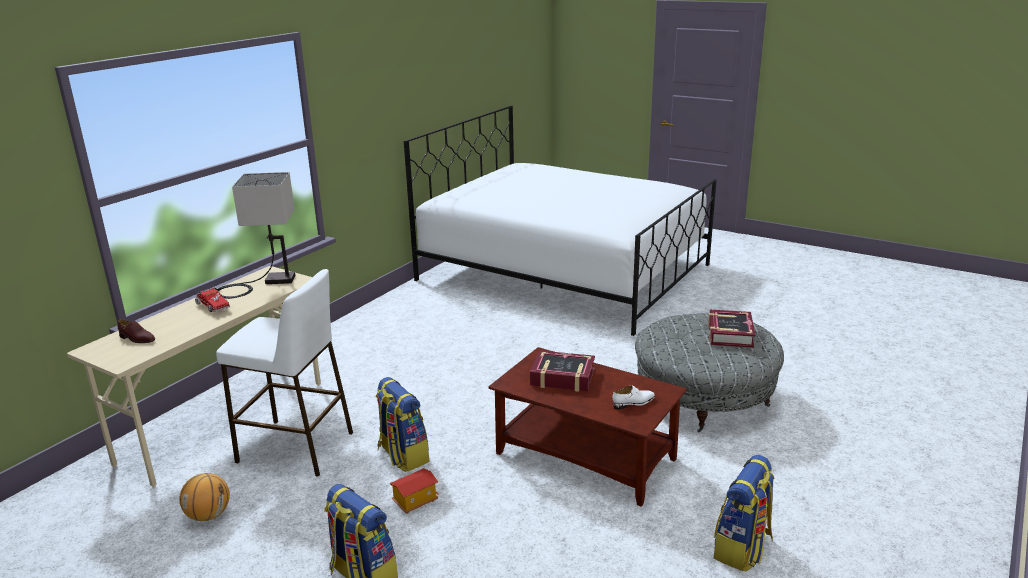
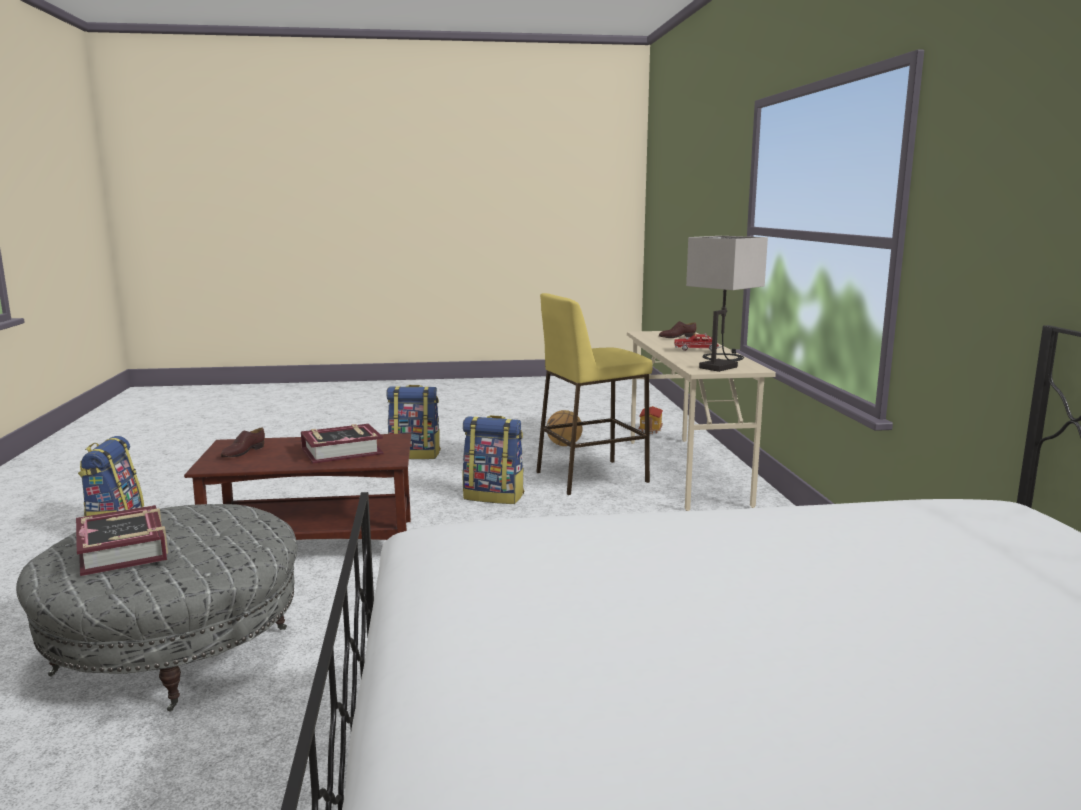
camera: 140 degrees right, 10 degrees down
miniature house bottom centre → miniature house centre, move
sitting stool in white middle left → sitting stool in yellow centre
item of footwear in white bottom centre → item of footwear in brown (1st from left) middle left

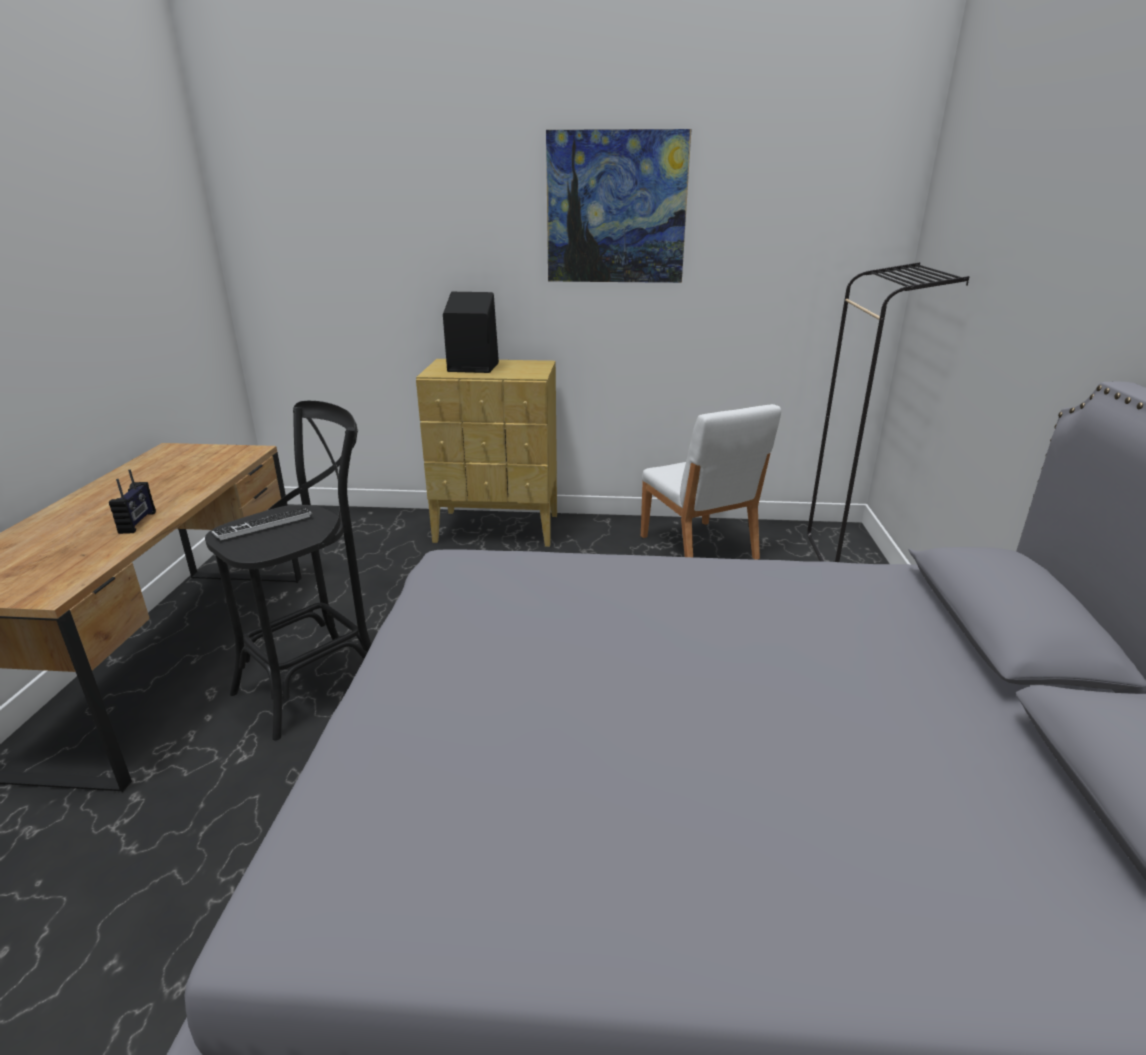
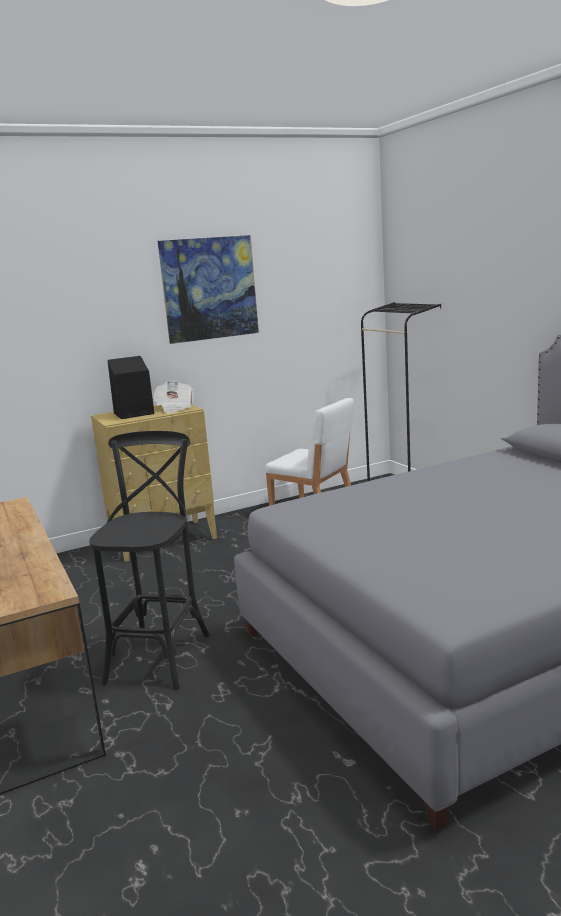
camera: 30 degrees left, 10 degrees down
radio receiver middle left → -
keyboard middle left → -
- → printed paper middle left

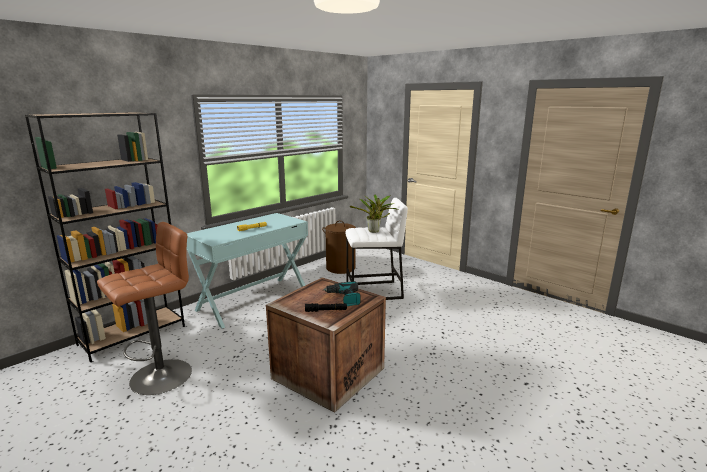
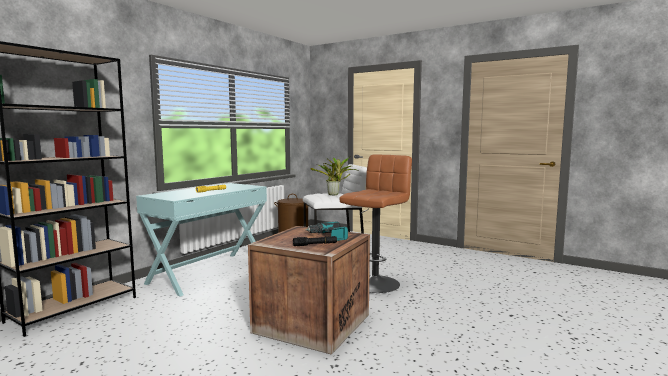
camera: 10 degrees left, 10 degrees down
sitting stool in brown middle left → sitting stool in brown centre, move

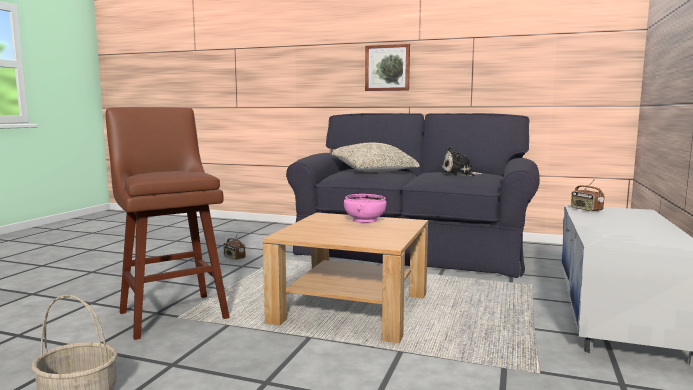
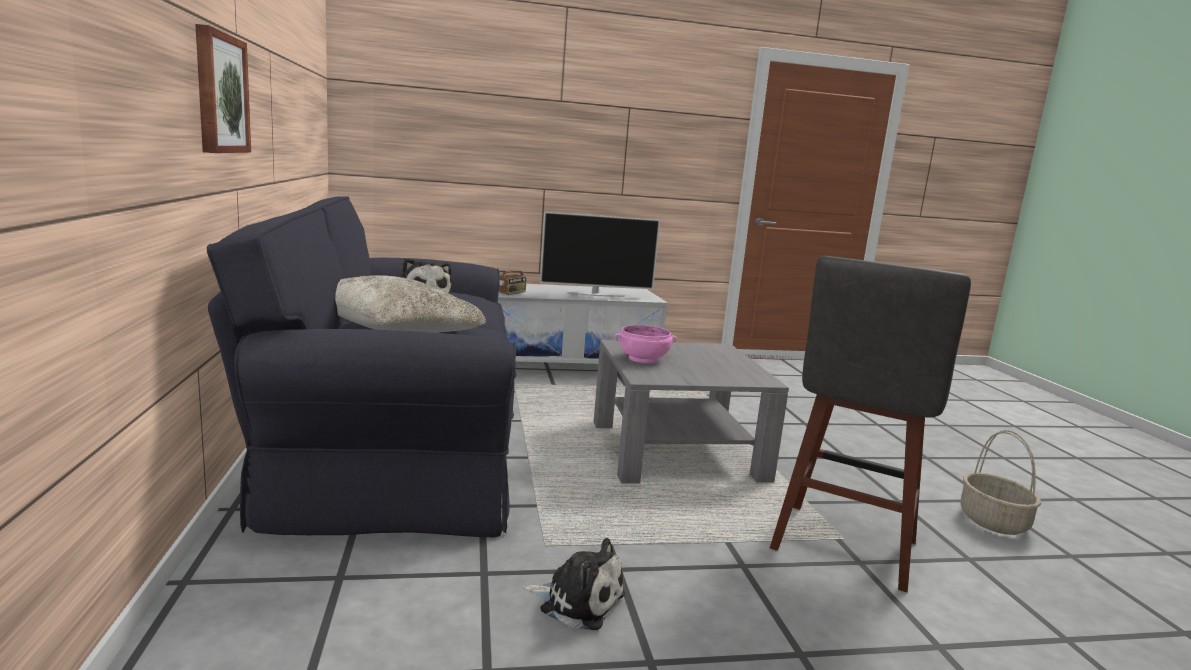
camera: 120 degrees left, 5 degrees up
- → television centre
radio receiver (1st from left) centre → cuddly toy (2nd from left) bottom centre
sitting stool in brown middle left → sitting stool in grey middle right
low table in brown bottom centre → low table in grey centre

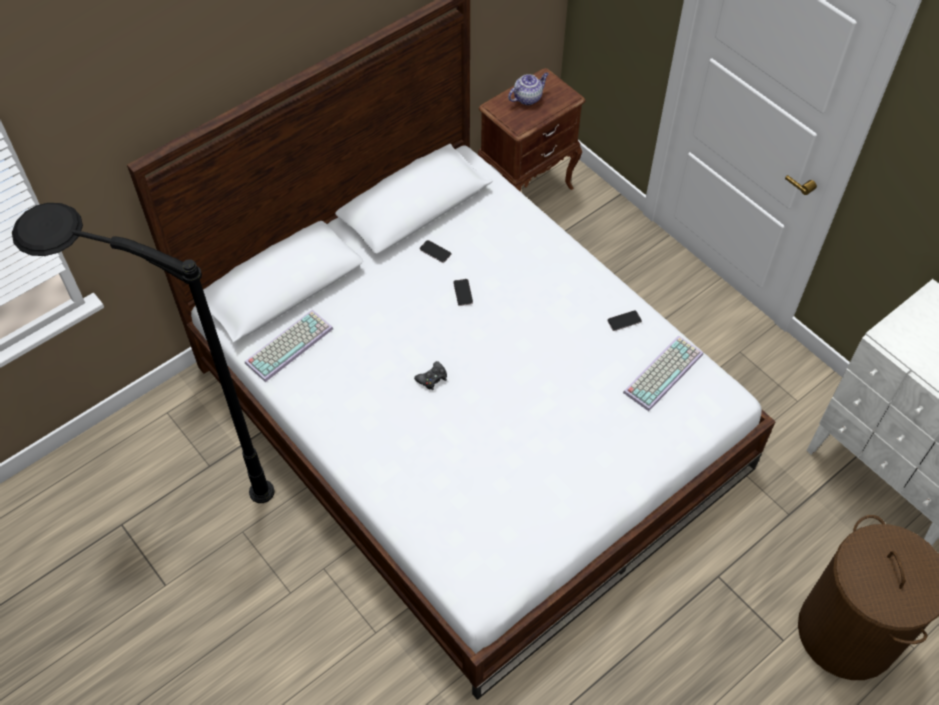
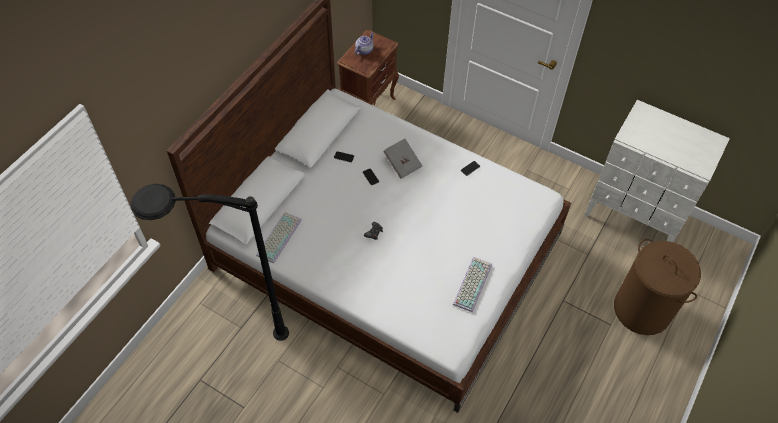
camera: 20 degrees left, 0 degrees up
- → book in grey centre
keyboard (2nd from left) middle right → keyboard (2nd from left) bottom centre, move

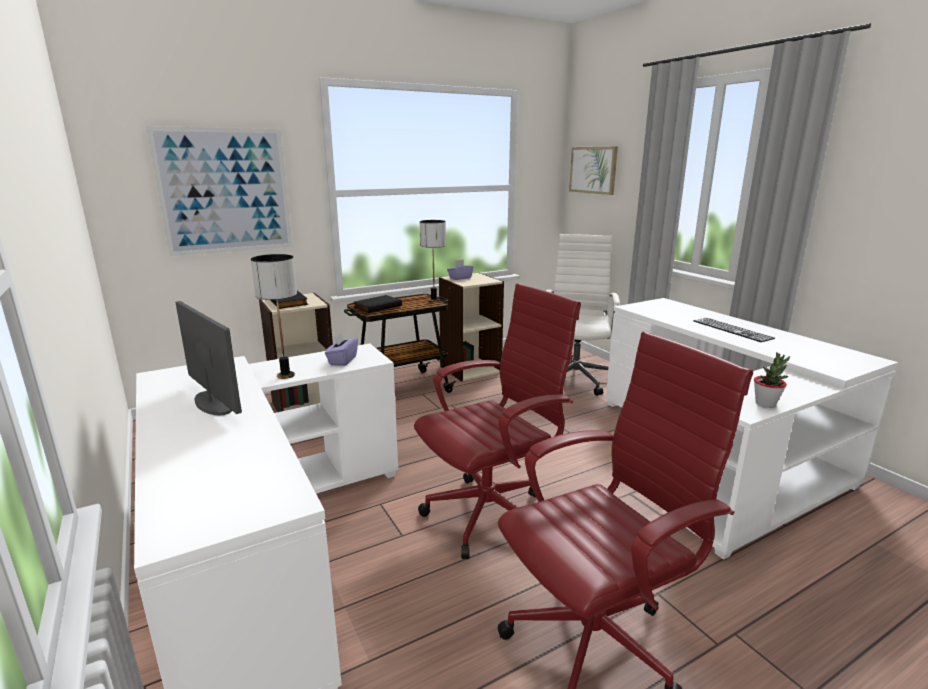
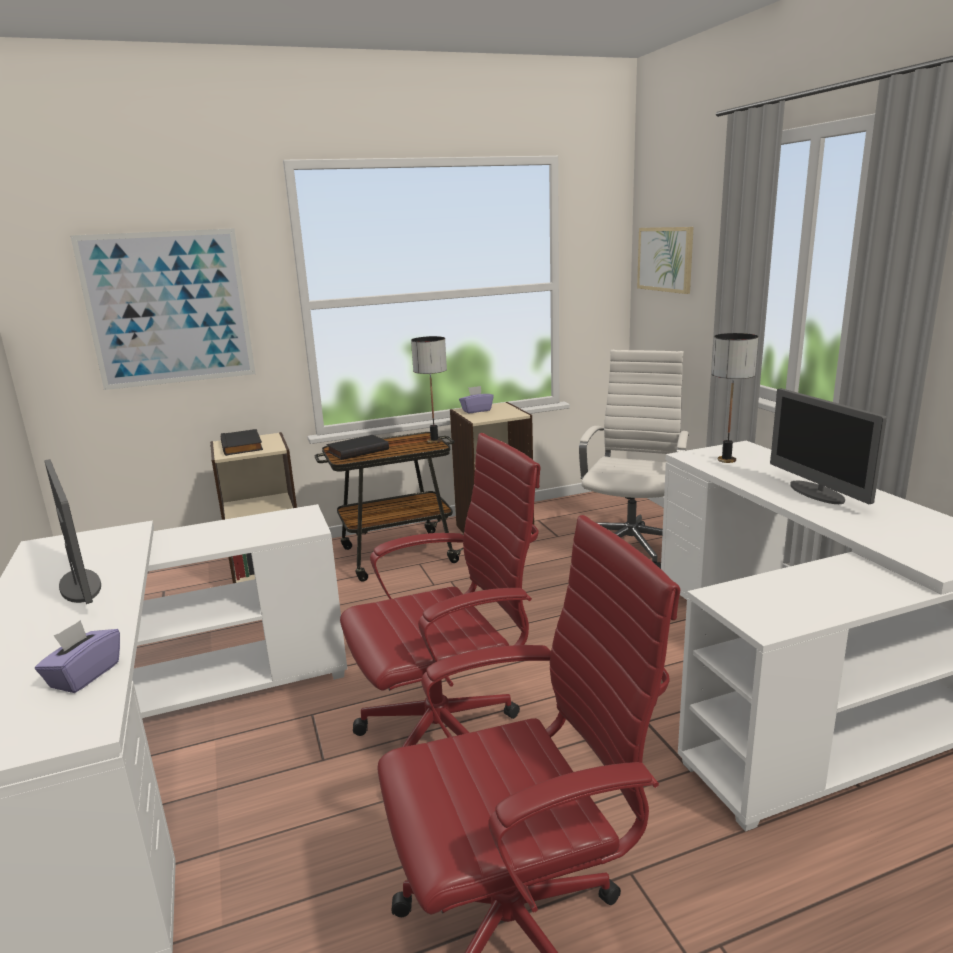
camera: 10 degrees right, 0 degrees up
potted plant middle right → -
table lamp (1st from left in the first image) middle left → table lamp (2nd from left) middle right, move
box of tissues in purple (1st from left) centre → box of tissues in purple (1st from left) bottom left, move
keyboard middle right → computer screen (2nd from left) middle right

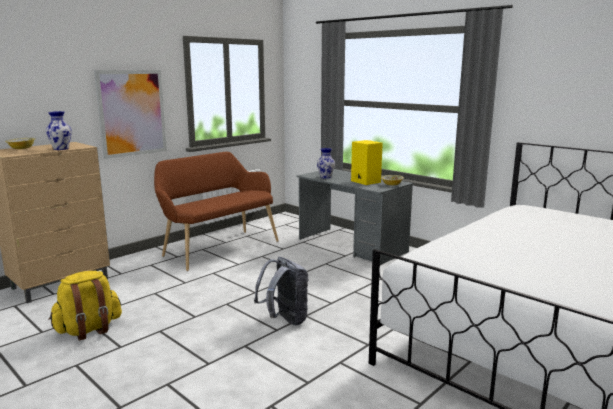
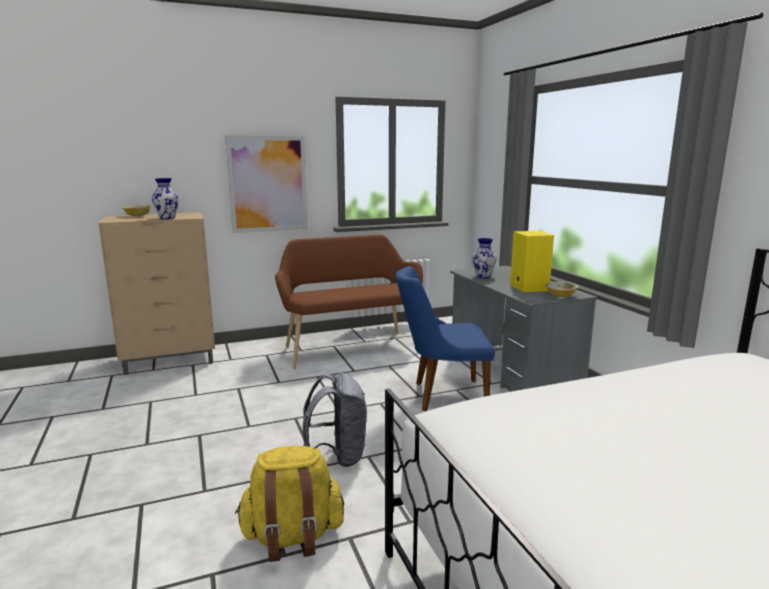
camera: 25 degrees right, 0 degrees up
- → chair in blue-coloured centre
rucksack in yellow bottom left → rucksack in yellow bottom centre, move

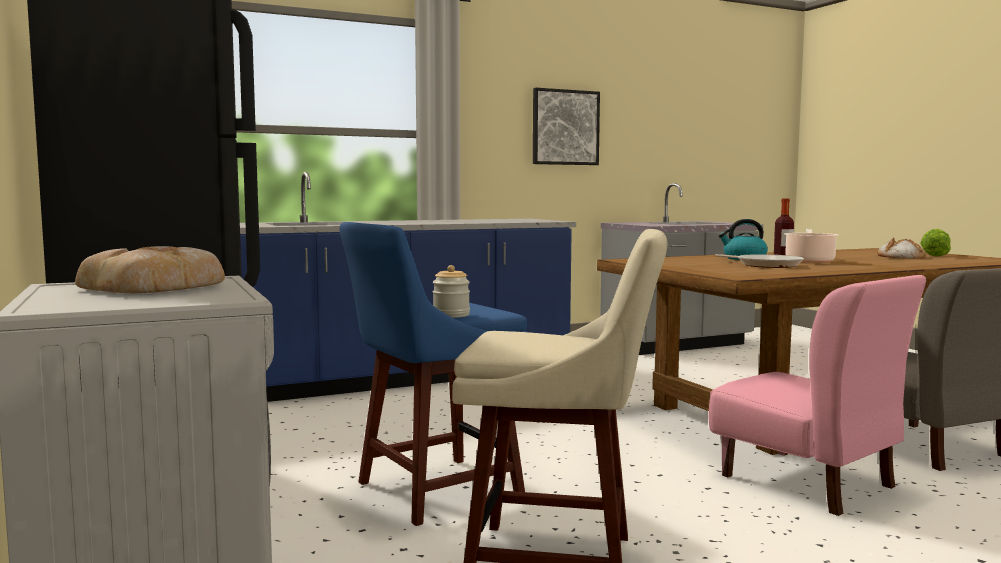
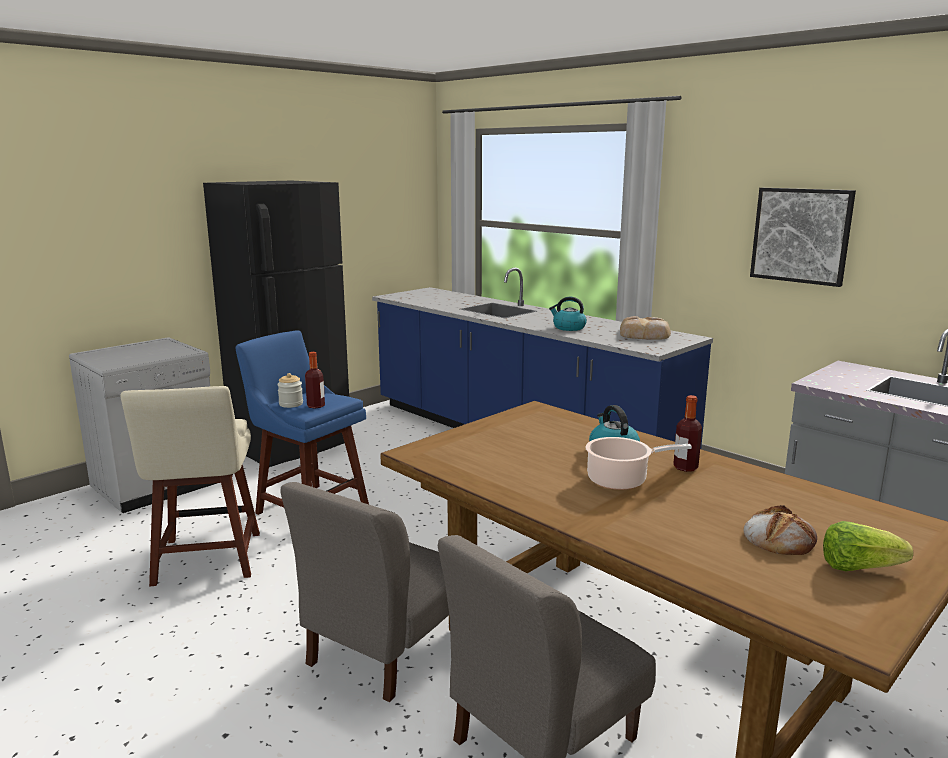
camera: 70 degrees right, 10 degrees up
pan middle right → -
- → bottle (1st from left) middle left
- → water kettle (1st from left) centre
bread (1st from left) middle left → bread (1st from left) middle right, move
chair in pinkish bottom right → chair in grey (1st from left) bottom centre

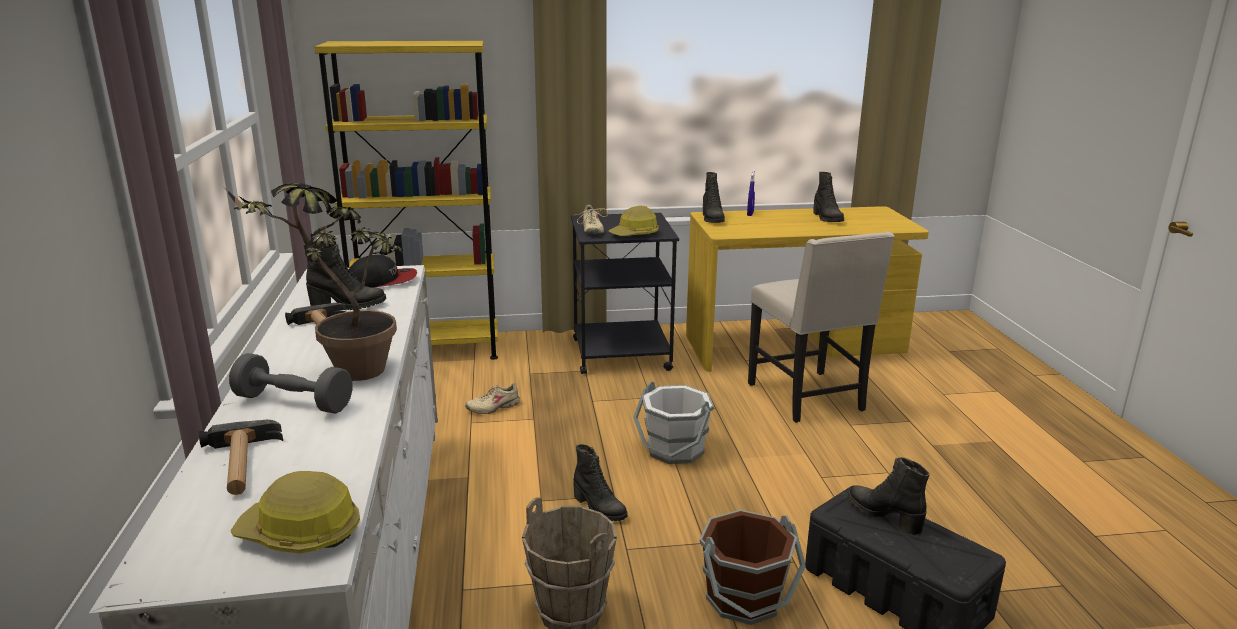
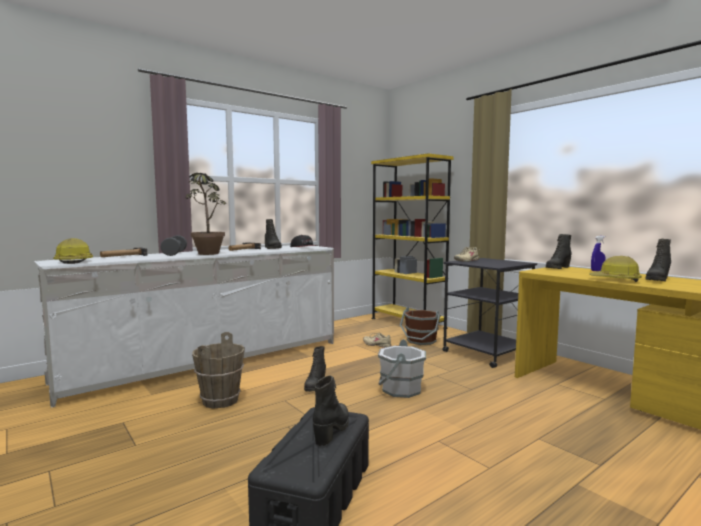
camera: 60 degrees right, 15 degrees down
chair in beige centre → -
hard hat (2nd from left) centre → hard hat (2nd from left) middle right, move
pail in brown (2nd from left) bottom centre → pail in brown (2nd from left) centre, move

